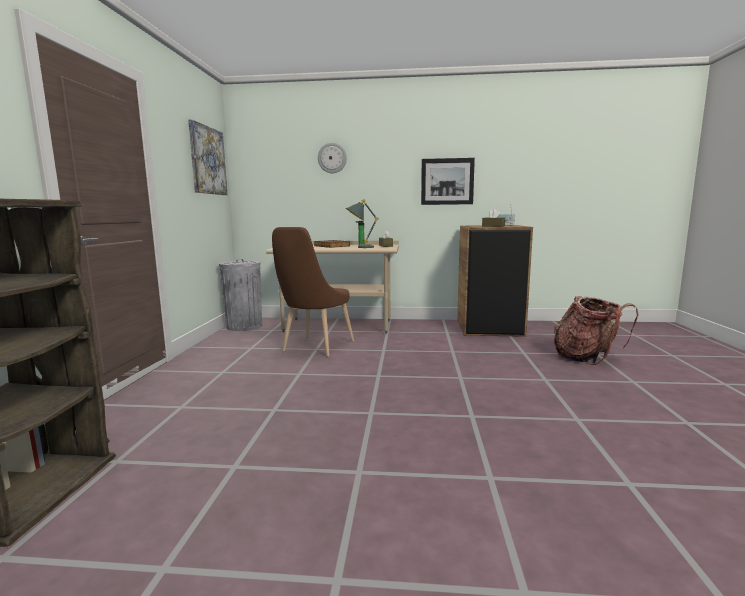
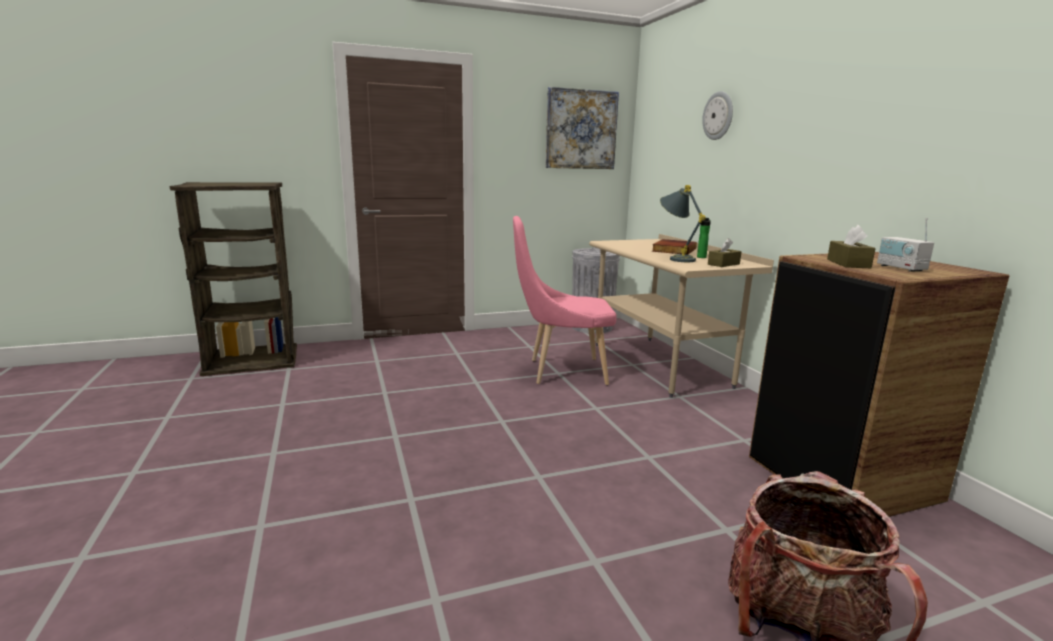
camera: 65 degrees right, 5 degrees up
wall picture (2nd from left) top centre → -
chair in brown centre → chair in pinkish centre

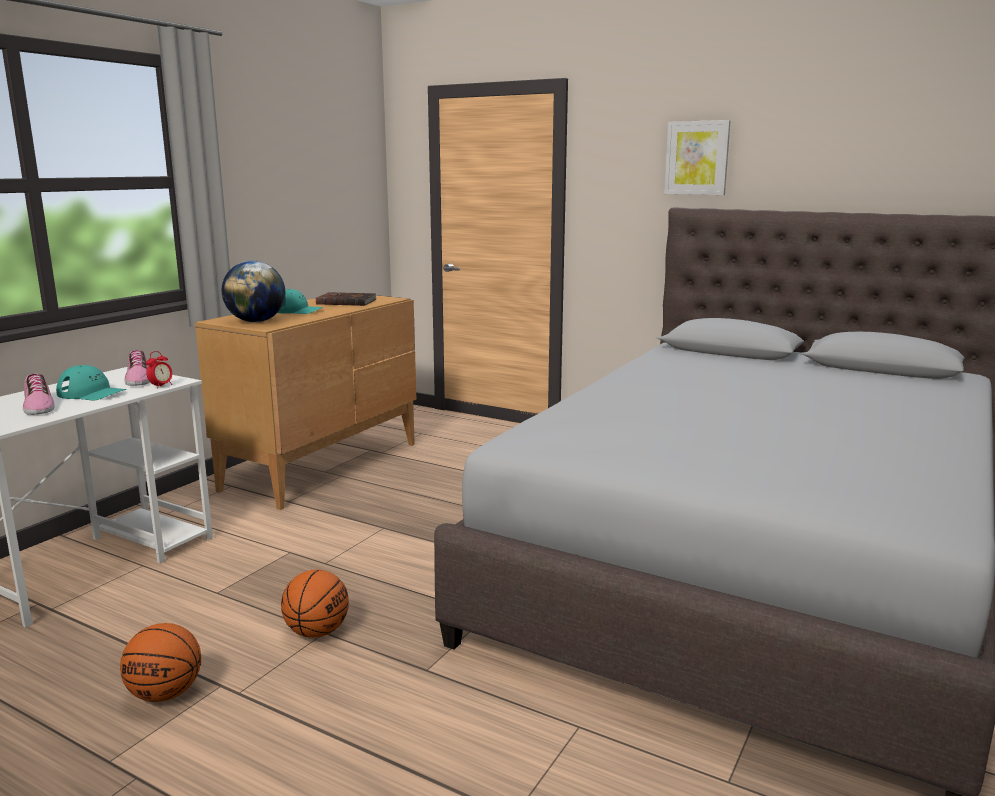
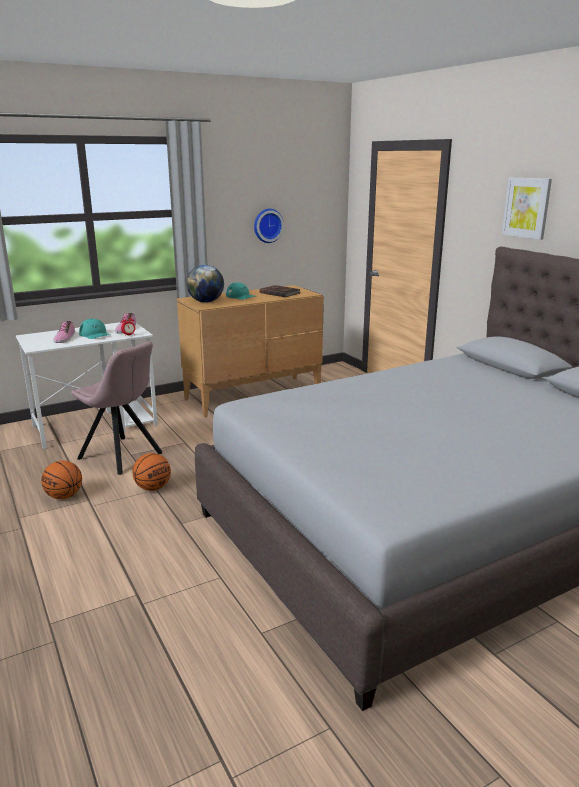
camera: 30 degrees right, 5 degrees up
- → chair in pinkish middle left
- → hanging clock top centre

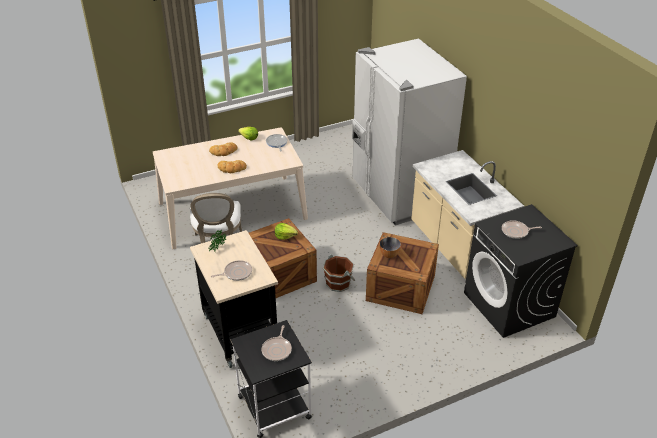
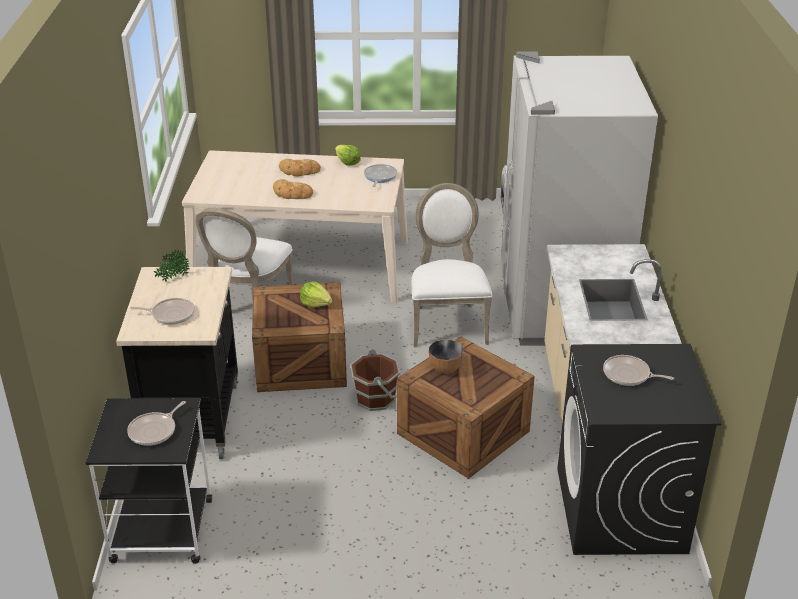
camera: 25 degrees right, 5 degrees down
- → chair in white (2nd from left) centre

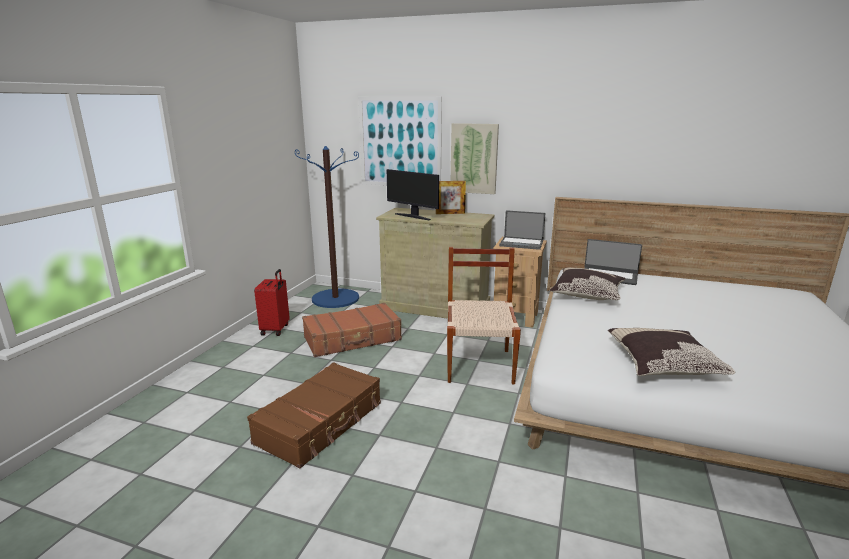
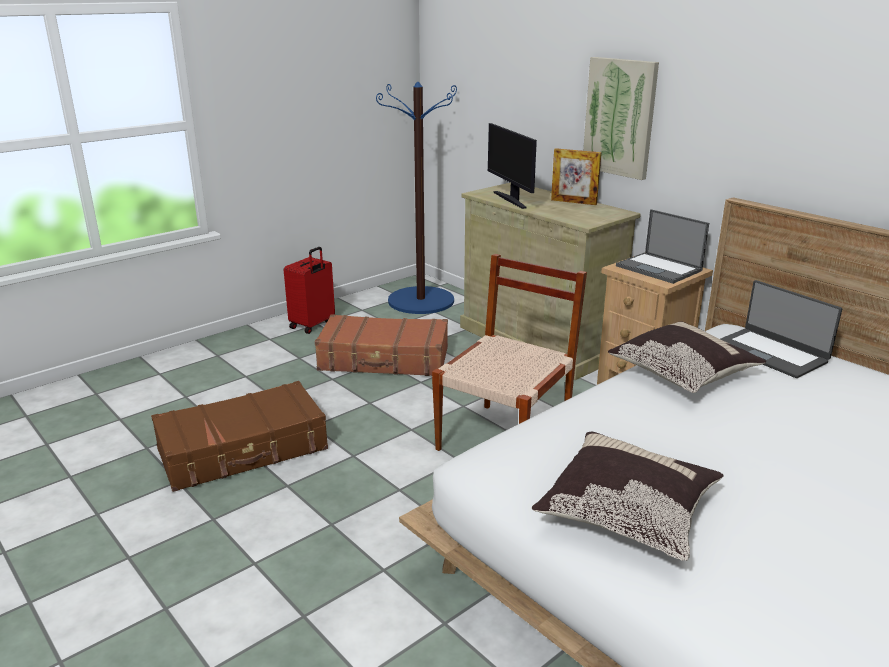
camera: 30 degrees right, 5 degrees up
wall picture (1st from left) top centre → -

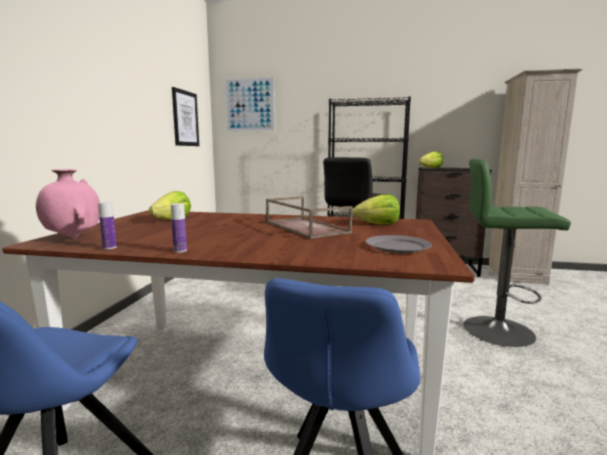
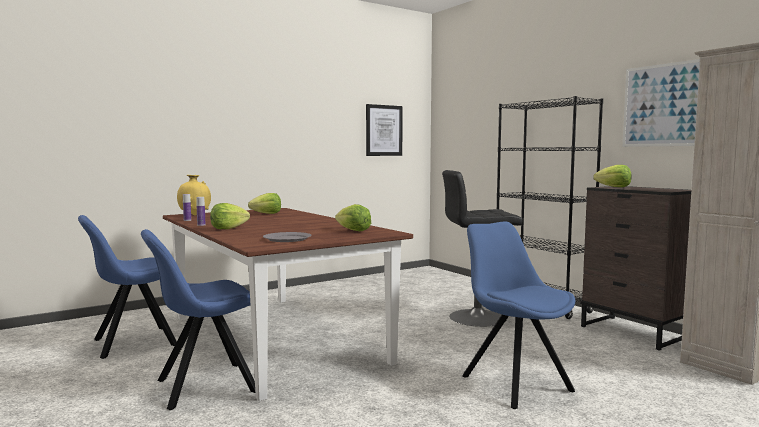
camera: 45 degrees right, 5 degrees down
carrying tray in brown centre → -
- → head of lettuce (1st from left) middle left
wall picture (2nd from left) top centre → wall picture (2nd from left) top right, move
sitting stool in greenish middle right → chair in blue-coloured (3rd from left) bottom right
decorative vase in pinkish middle left → decorative vase in yellow middle left

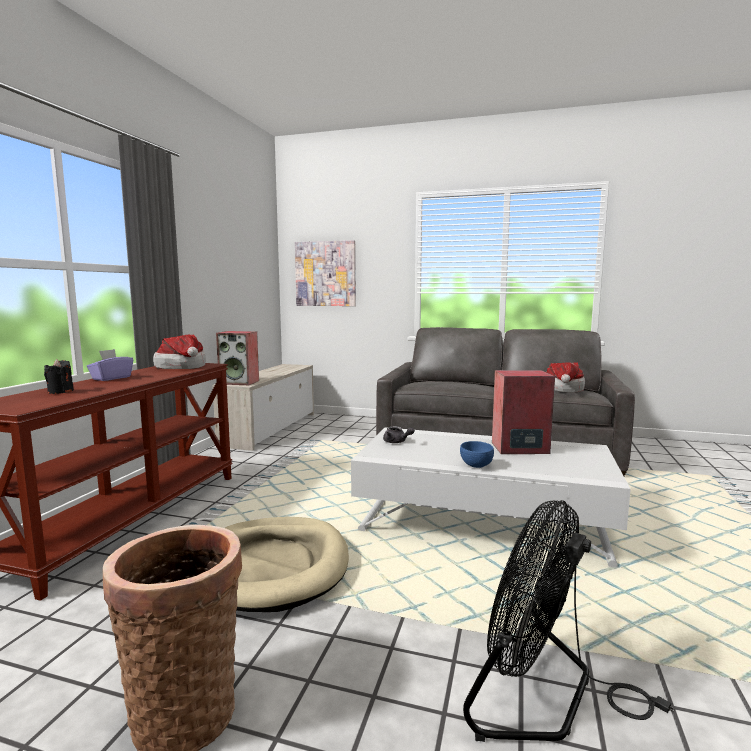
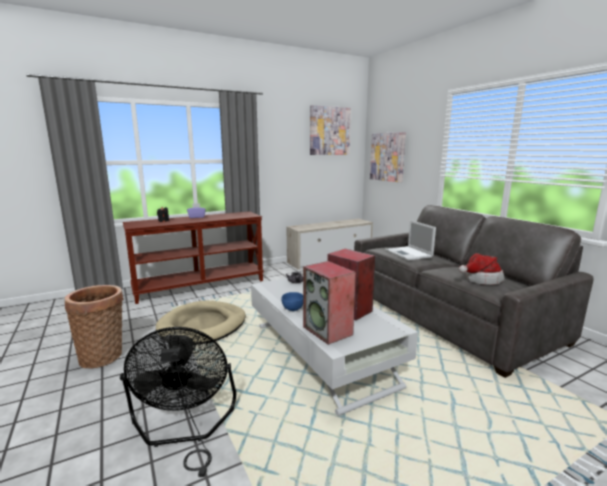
camera: 45 degrees right, 5 degrees up
hat (1st from left) middle left → -
- → wall picture (1st from left) top centre
- → laptop middle right
speaker (1st from left) middle left → speaker (1st from left) centre, move

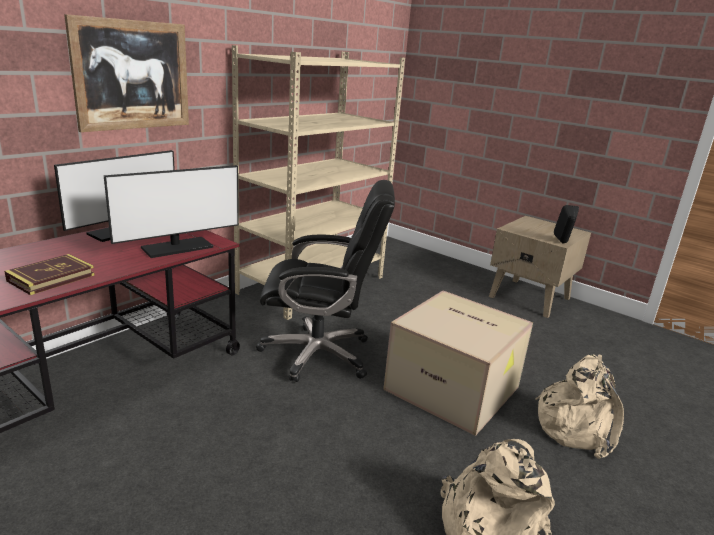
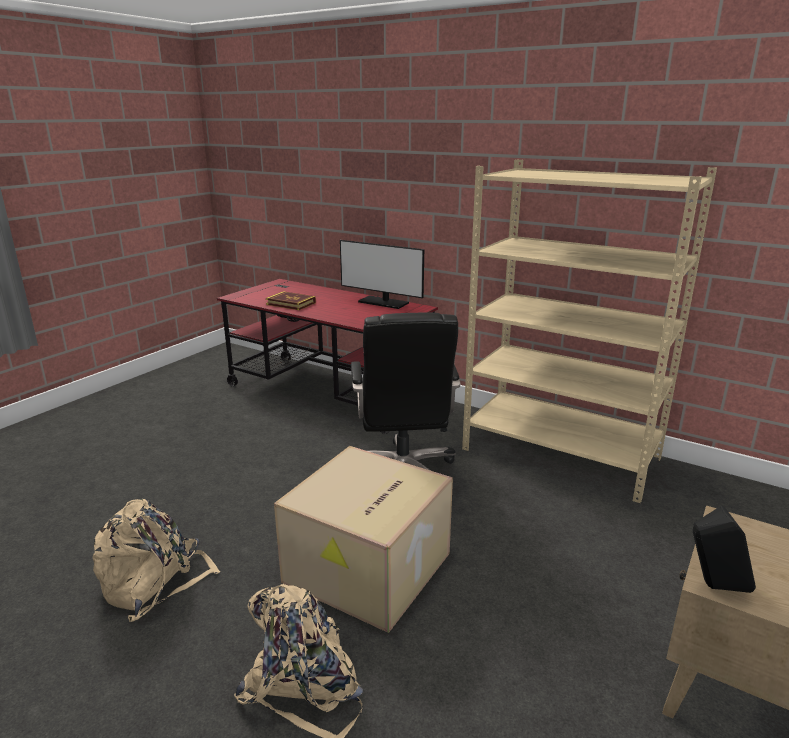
camera: 85 degrees right, 0 degrees up
wall picture top left → -
computer screen (2nd from left) middle left → -

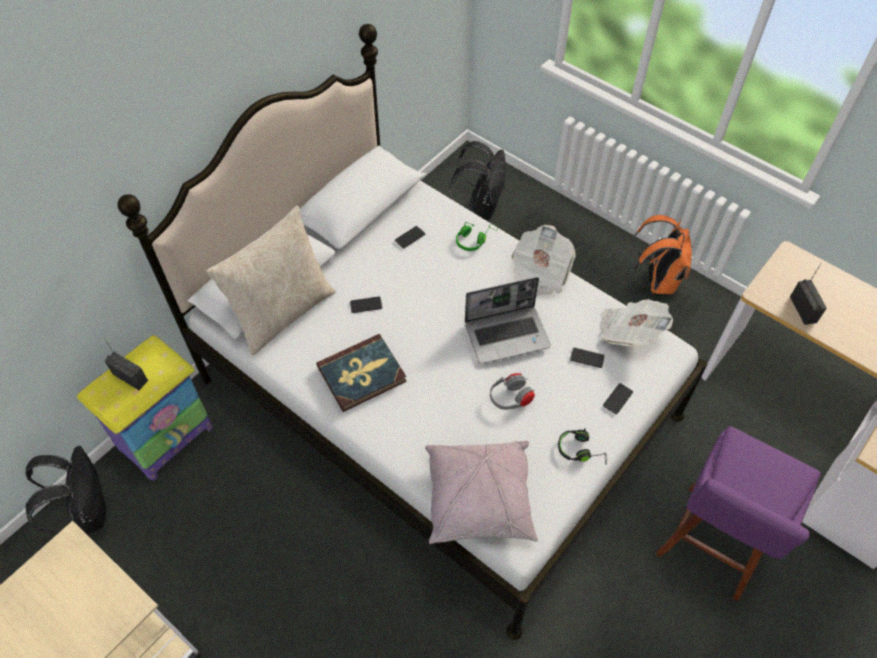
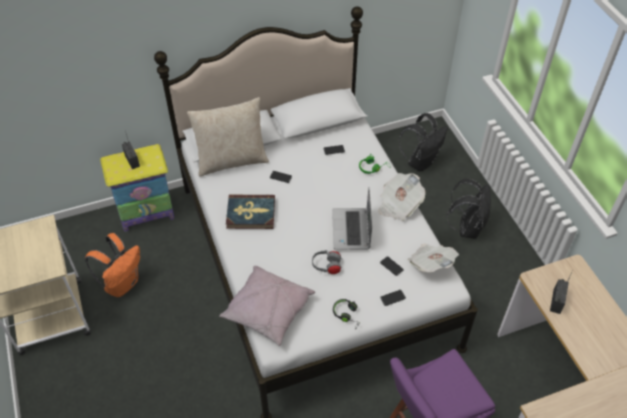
camera: 30 degrees right, 5 degrees down
rucksack in black (1st from left in the first image) bottom left → rucksack in black (2nd from left) middle right, move
rucksack in orangey middle right → rucksack in orangey middle left, move
laptop centre, 75 degrees clockwise

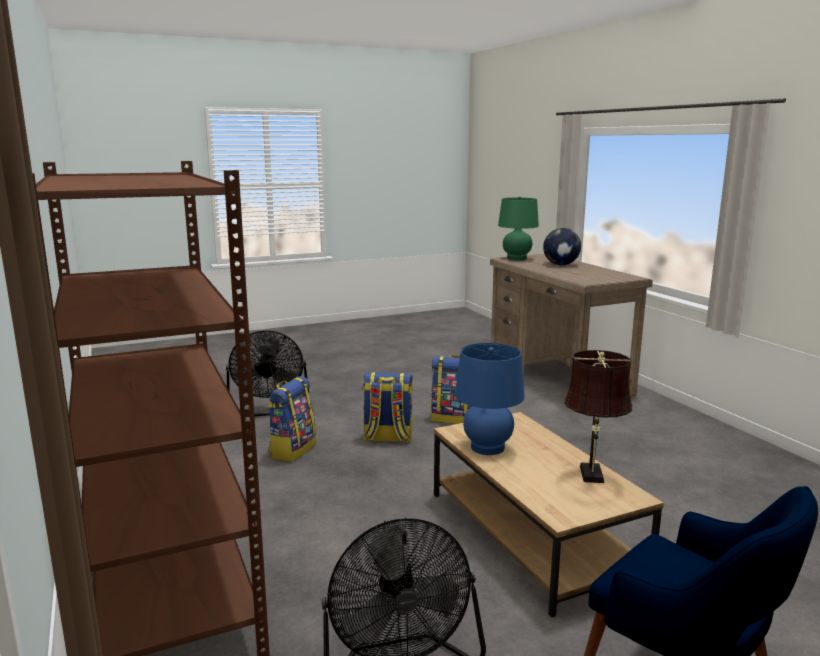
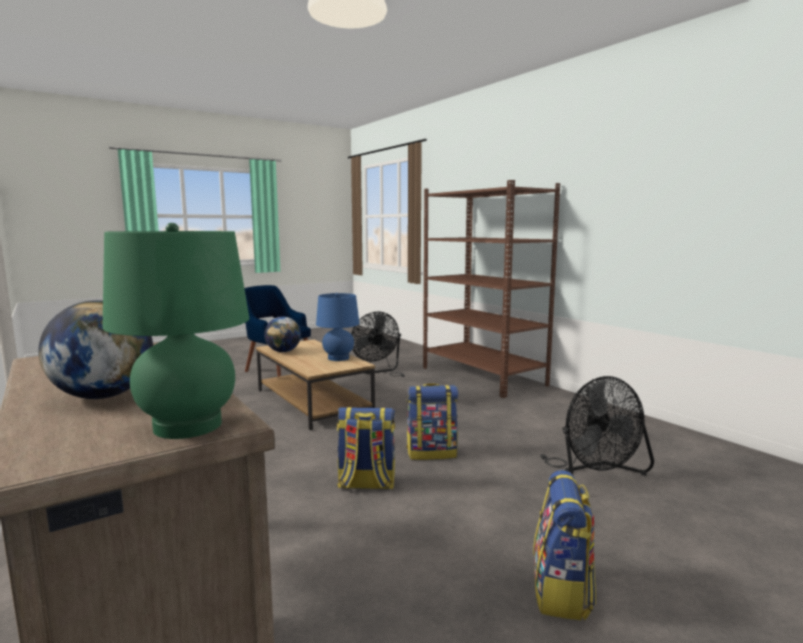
camera: 170 degrees right, 5 degrees down
rucksack (1st from left in the first image) centre → rucksack (3rd from left) bottom right, move
table lamp in brown middle right → world globe (2nd from left) centre

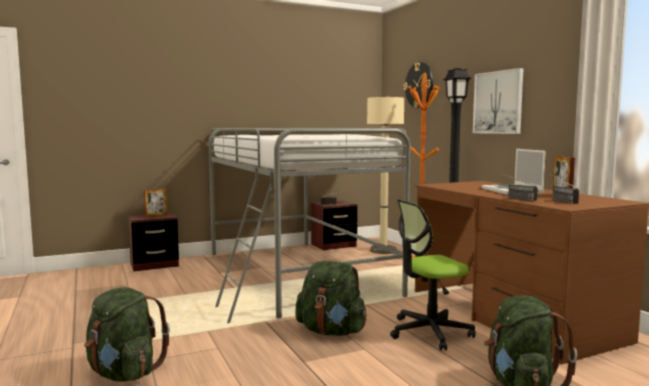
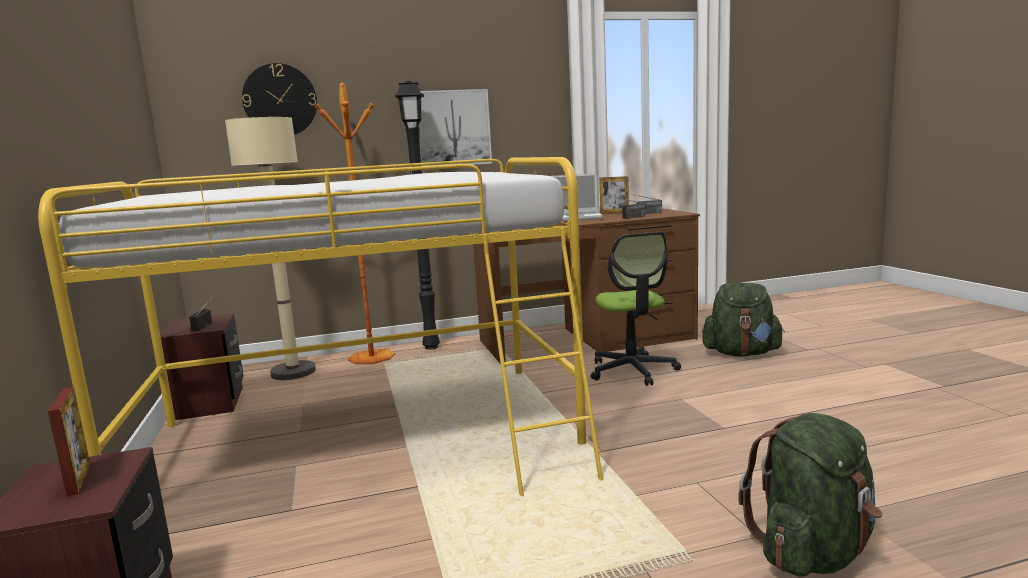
camera: 80 degrees left, 5 degrees up
rucksack in greenish (2nd from left) bottom centre → -
sleeping bed in grey centre → sleeping bed in yellow middle left

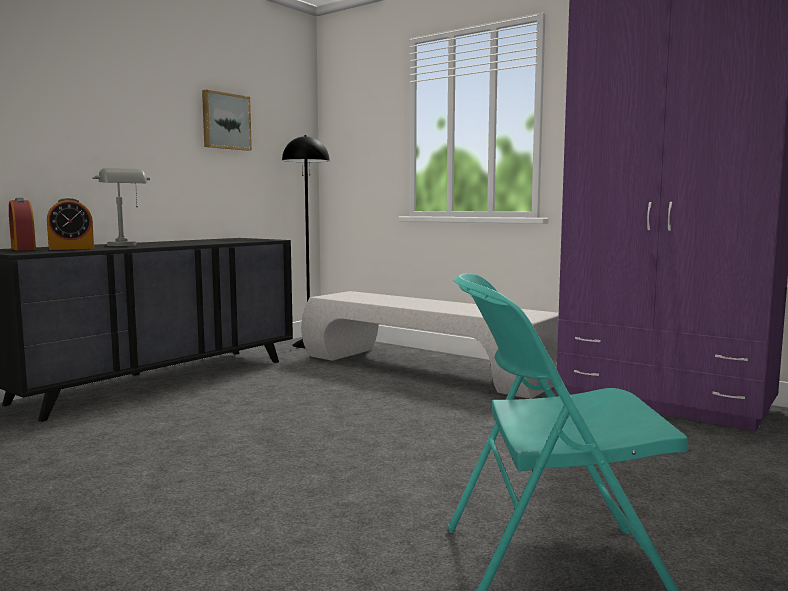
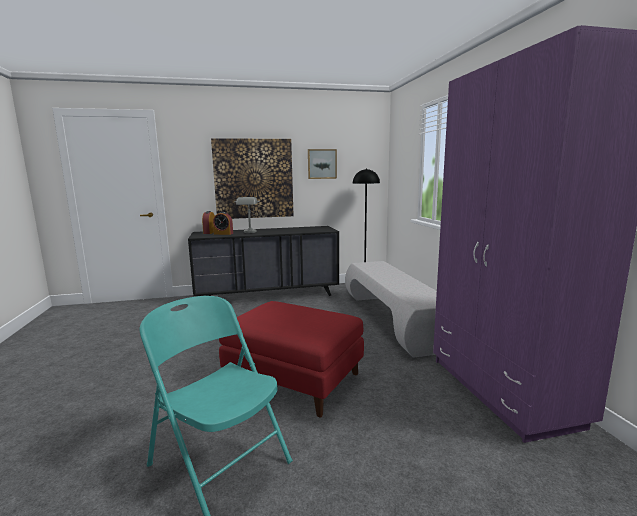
camera: 40 degrees right, 5 degrees up
- → wall picture (1st from left) centre
- → ottoman in red-coloured bottom centre

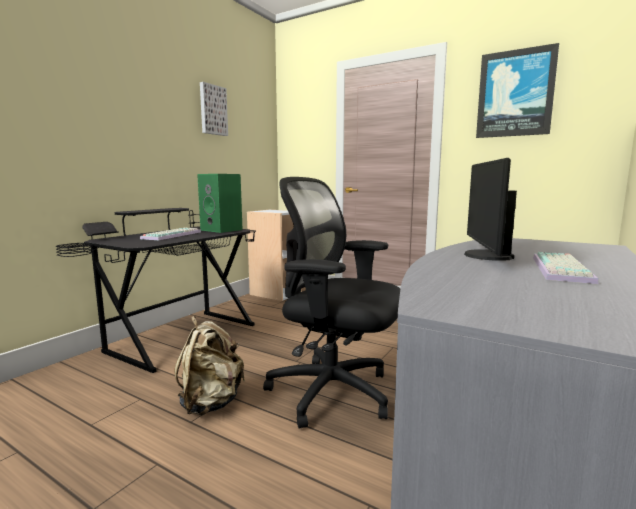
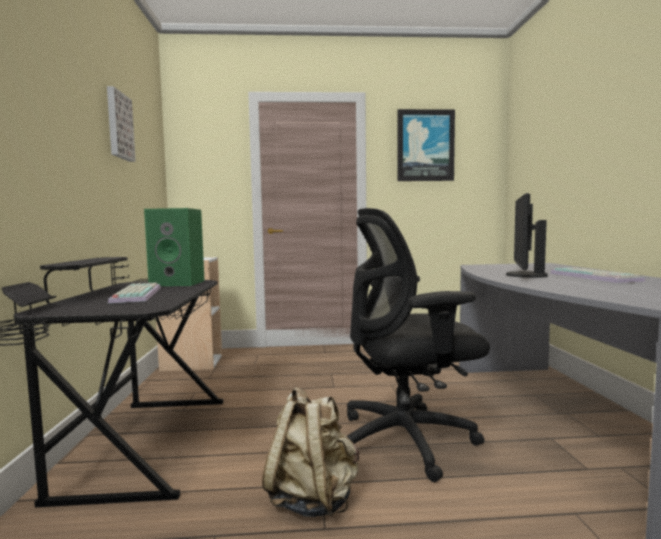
camera: 35 degrees left, 5 degrees down
computer screen middle right, 45 degrees clockwise

